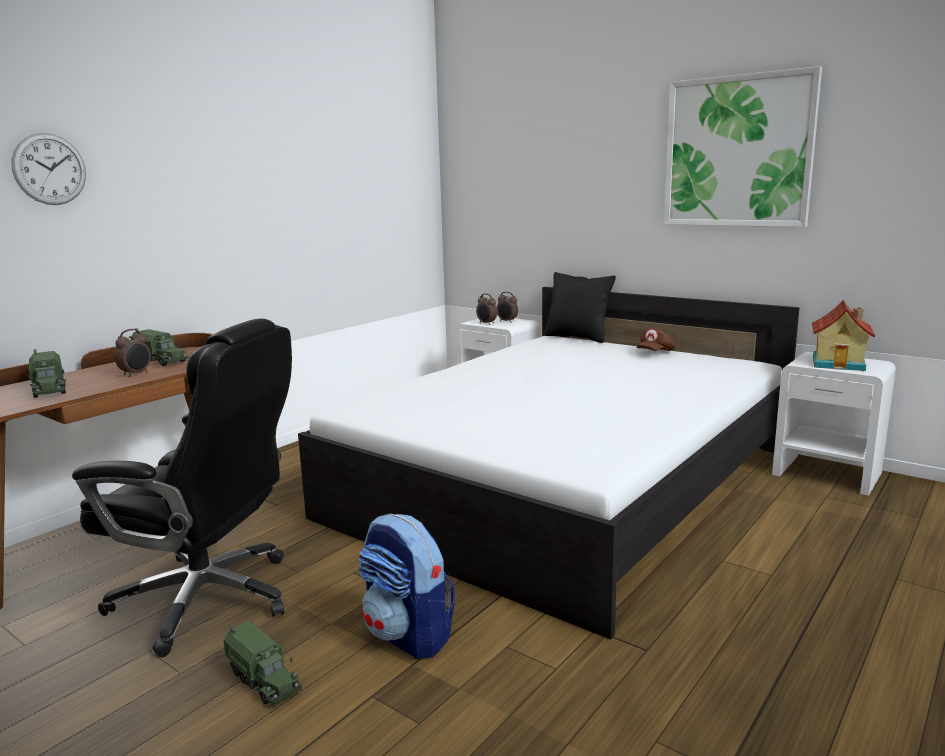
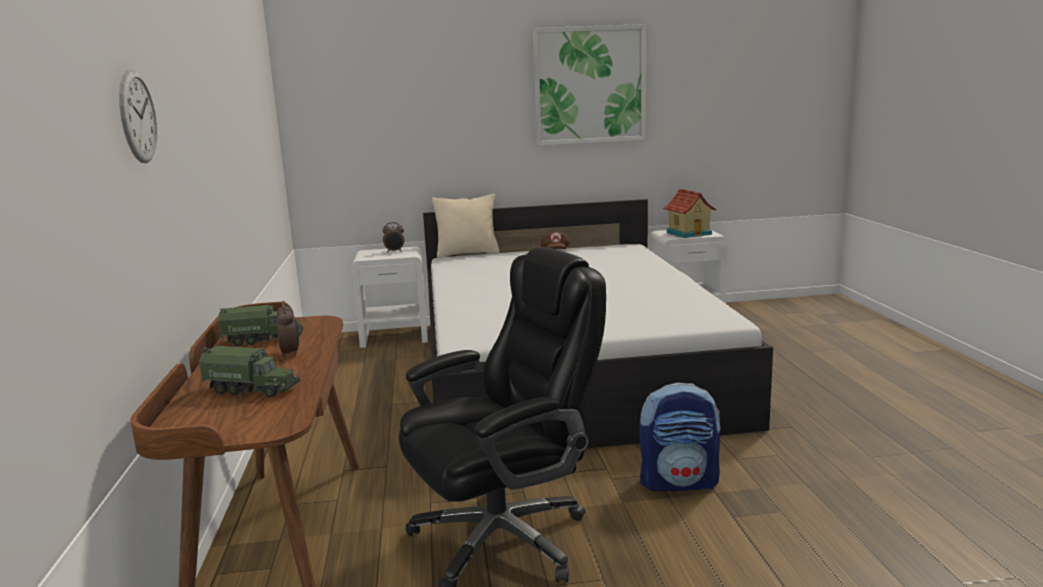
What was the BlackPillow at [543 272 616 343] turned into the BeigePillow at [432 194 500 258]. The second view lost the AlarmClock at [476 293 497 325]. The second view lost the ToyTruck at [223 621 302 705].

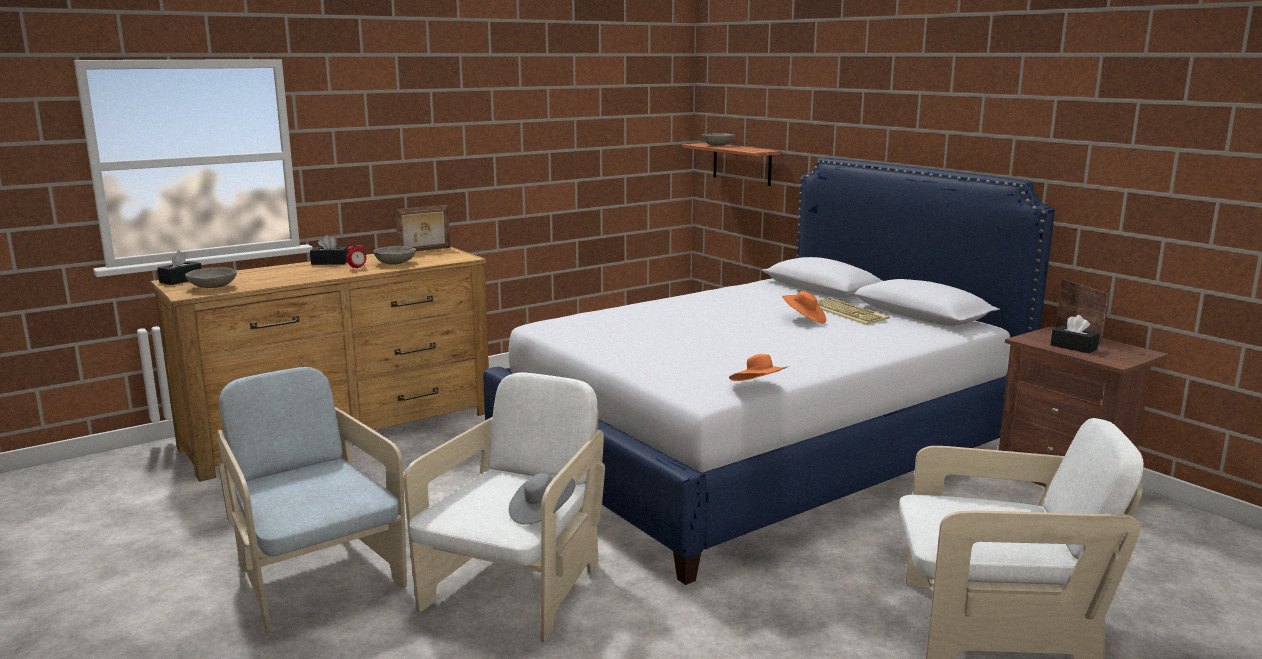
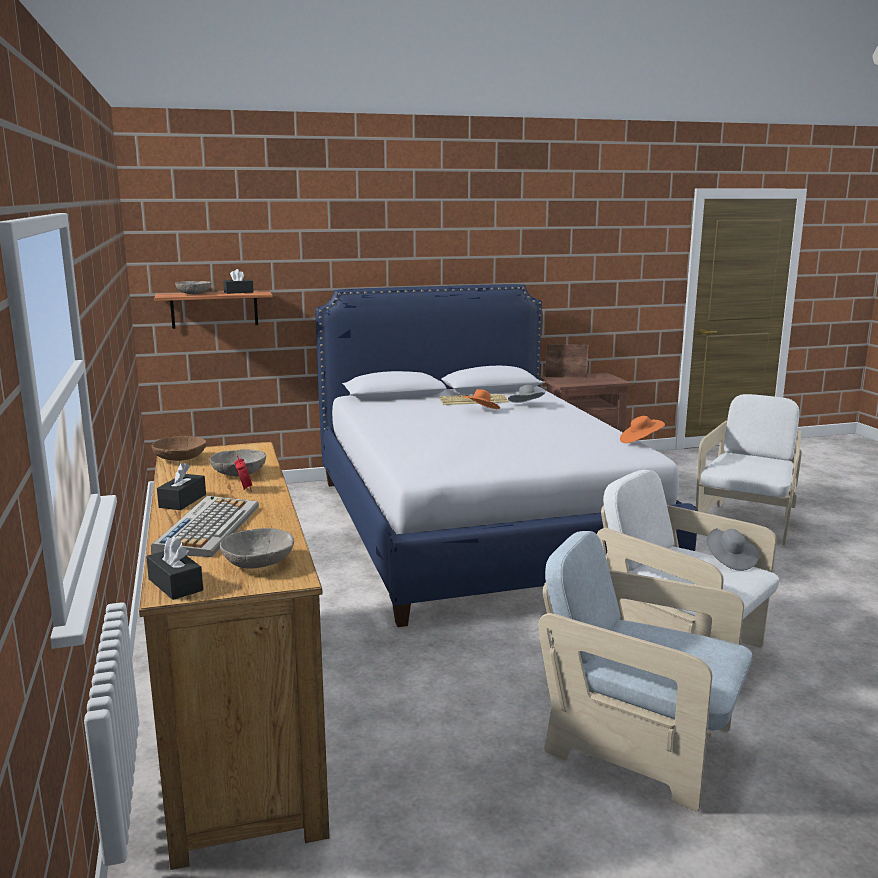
Where the PhotoFrame stood at [395 205 450 251], the BrownColouredServingBowl came to stand at [152 436 207 461]. The BlackBoxOfTissues ended up elsewhere, having gone from [1050 315 1100 353] to [223 269 254 294]. The BeigeLoungeChair at [217 367 407 633] ended up facing another way, 45 degrees clockwise from before. The second view gained the GreyishWearableHat at [508 385 545 403]. The second view gained the ComputerKeyboard at [151 496 259 557].

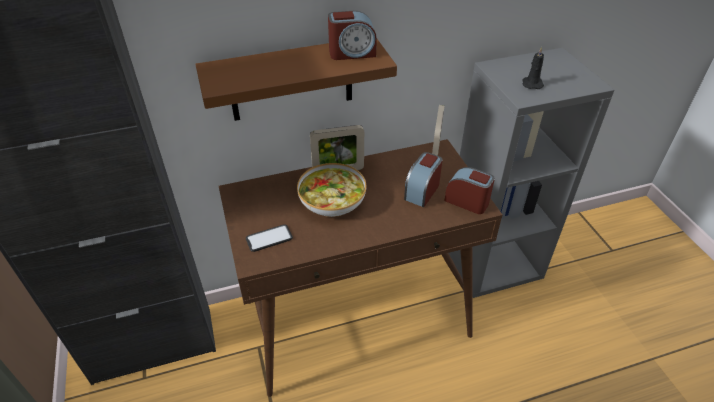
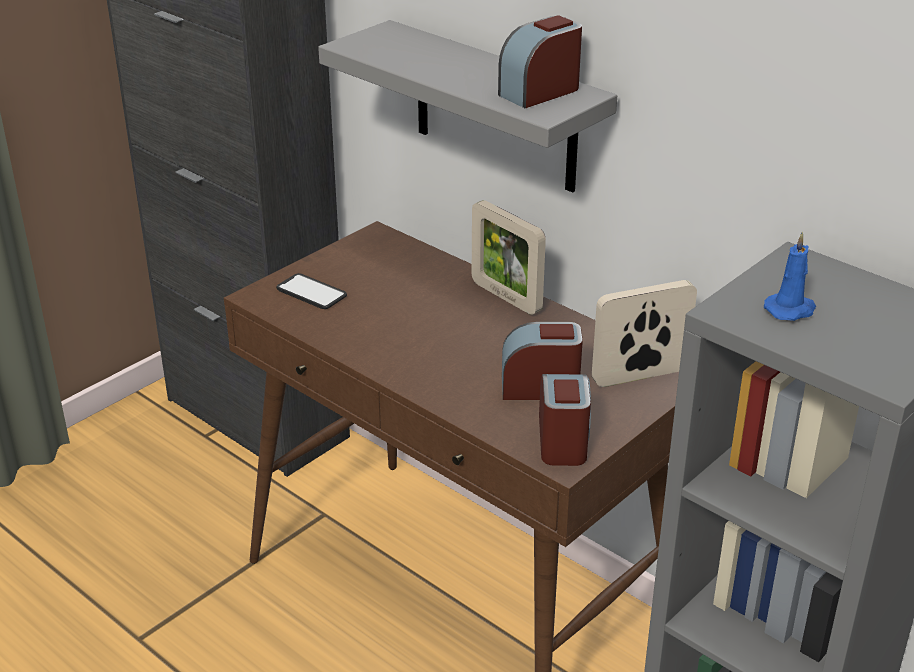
The AlarmClock at [328 11 377 60] ended up facing another way, 90 degrees clockwise from before. What was the BrownColouredWallShelf at [195 39 397 121] turned into the GreyishWallShelf at [318 20 617 193]. What was the BlackWaxCandle at [522 47 544 89] turned into the BluishWaxCandle at [764 232 816 321]. The second view lost the ServingBowl at [297 163 366 217].

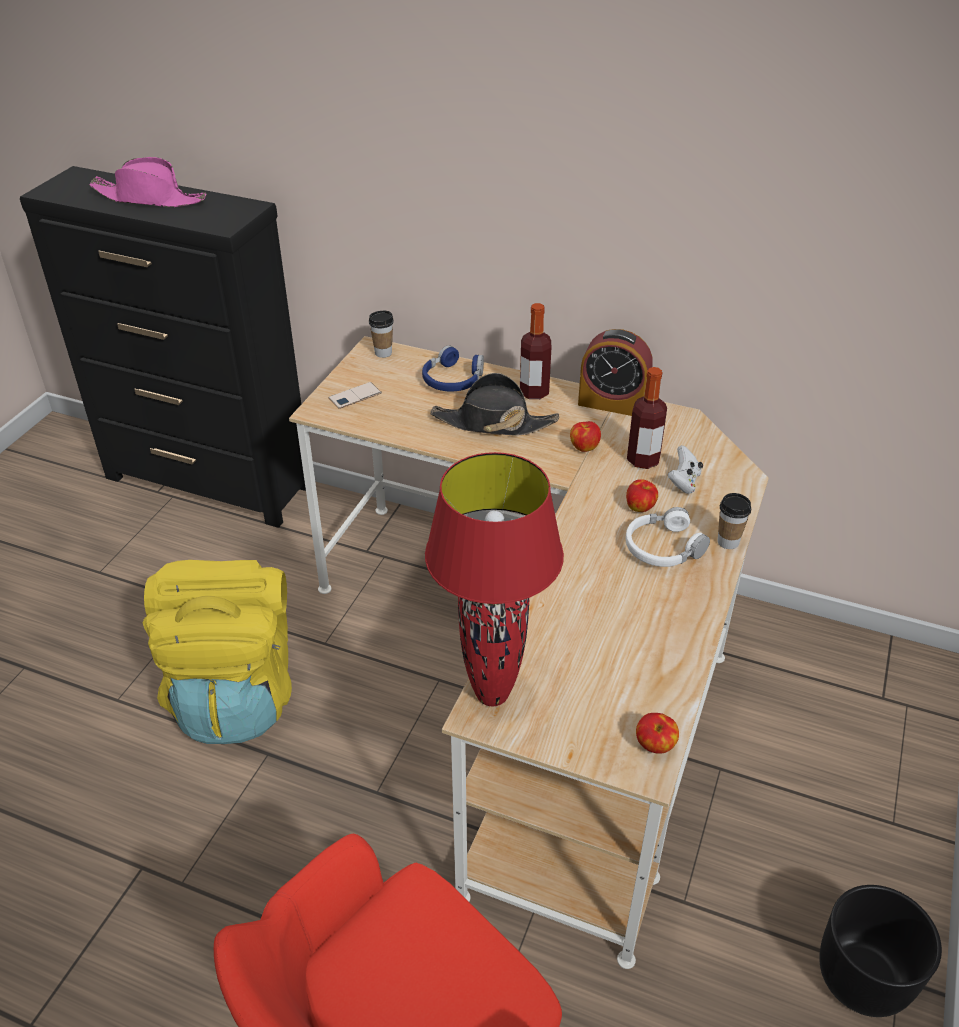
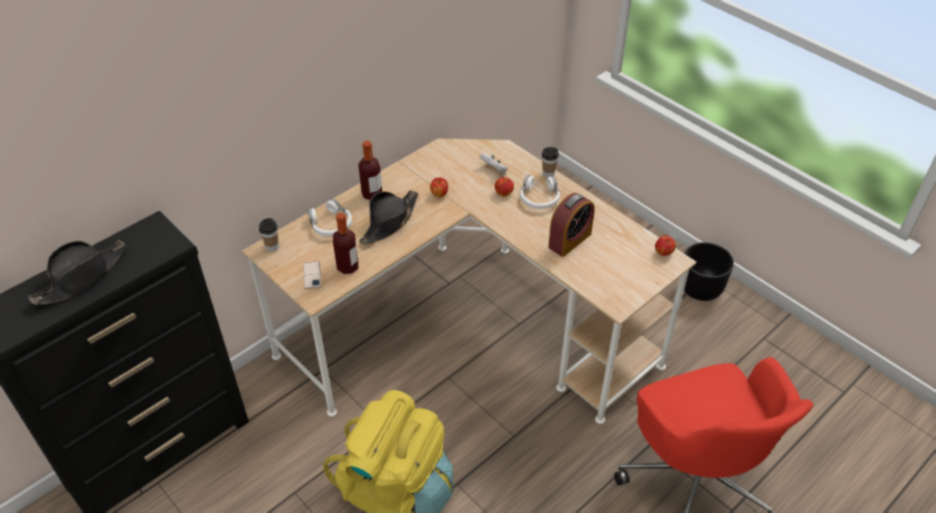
What was the PinkWearableHat at [89 157 207 207] turned into the BlackWearableHat at [28 240 127 305]. The AlarmClock ended up elsewhere, having gone from [578 329 653 416] to [548 193 595 257]. What was the BluishHeadphones at [422 345 484 391] turned into the WhitishHeadphones at [308 199 352 236]. The BeverageBottle ended up elsewhere, having gone from [627 367 667 469] to [333 213 358 274]. The second view lost the RedColouredTabletopLamp at [425 452 564 706].

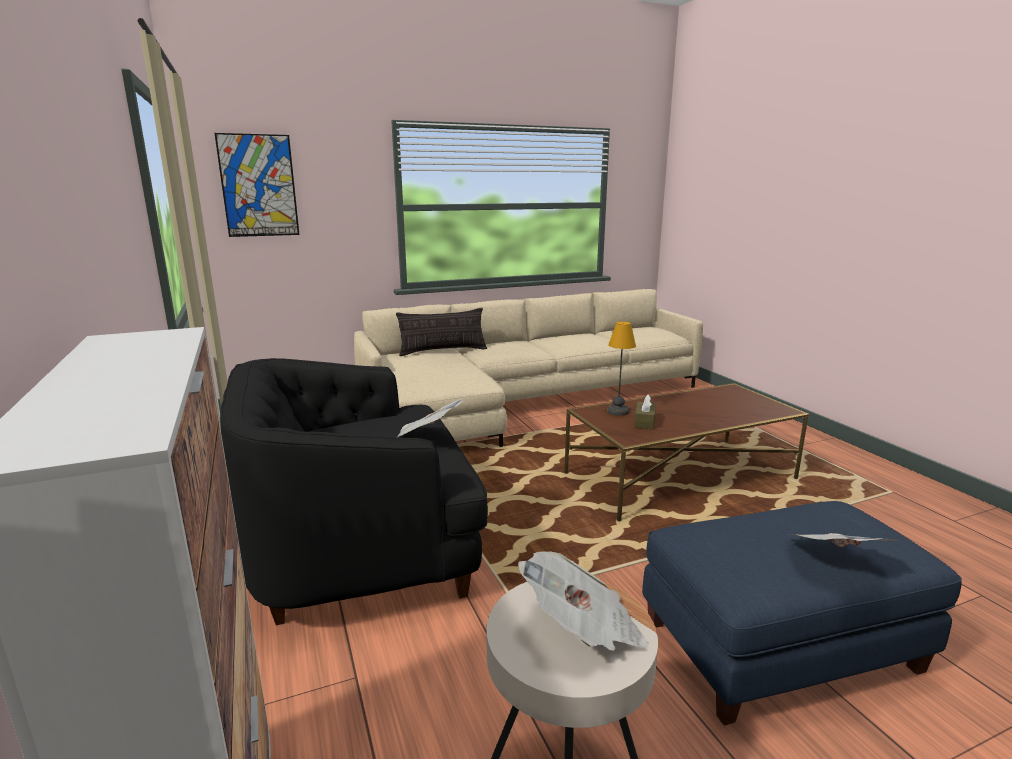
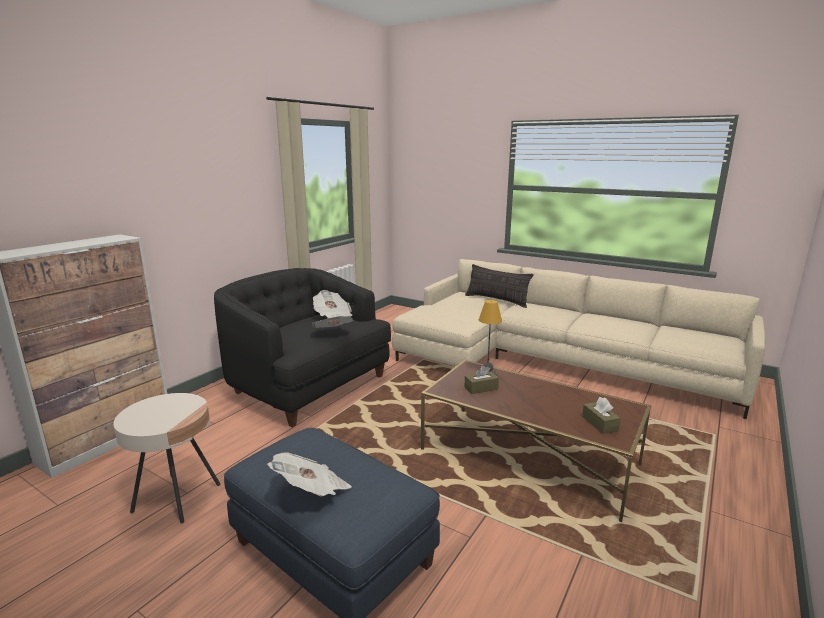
The second view lost the WallArt at [214 133 299 237]. The DailyPaper ended up elsewhere, having gone from [518 551 649 651] to [313 290 352 318]. The second view gained the BrownColouredBoxOfTissues at [582 397 621 434].

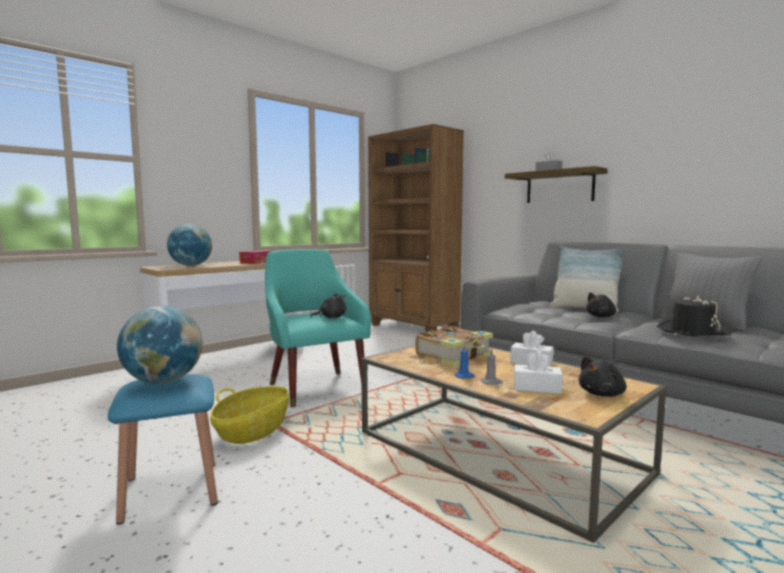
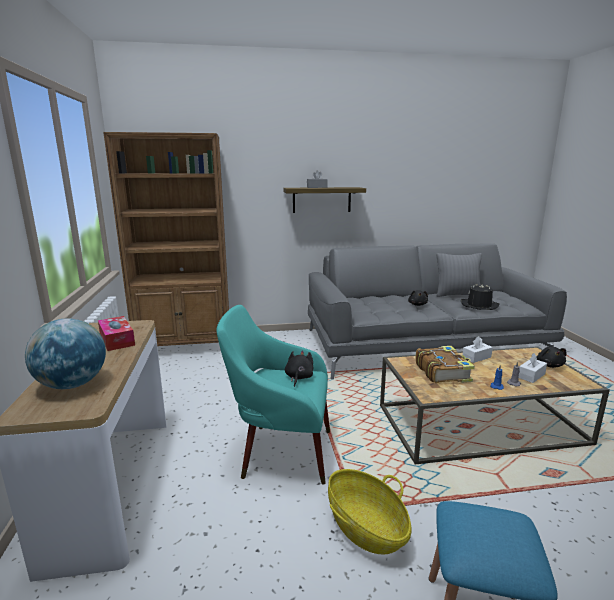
The second view lost the Pillow at [549 246 626 312]. The second view lost the WorldGlobe at [117 306 203 384].

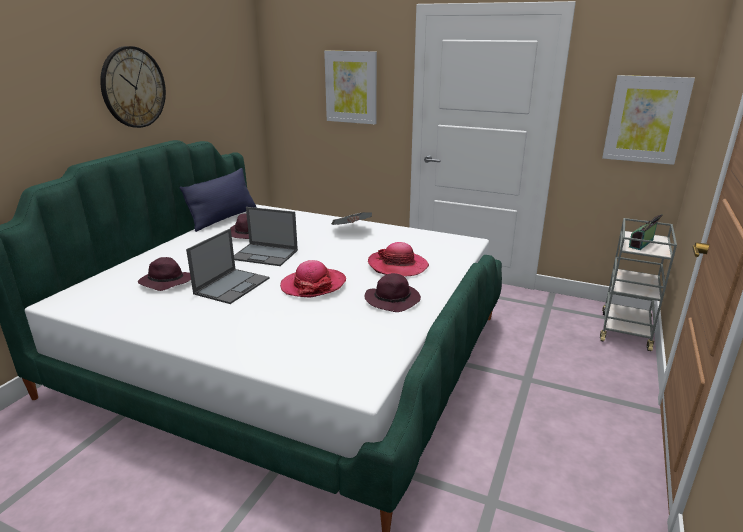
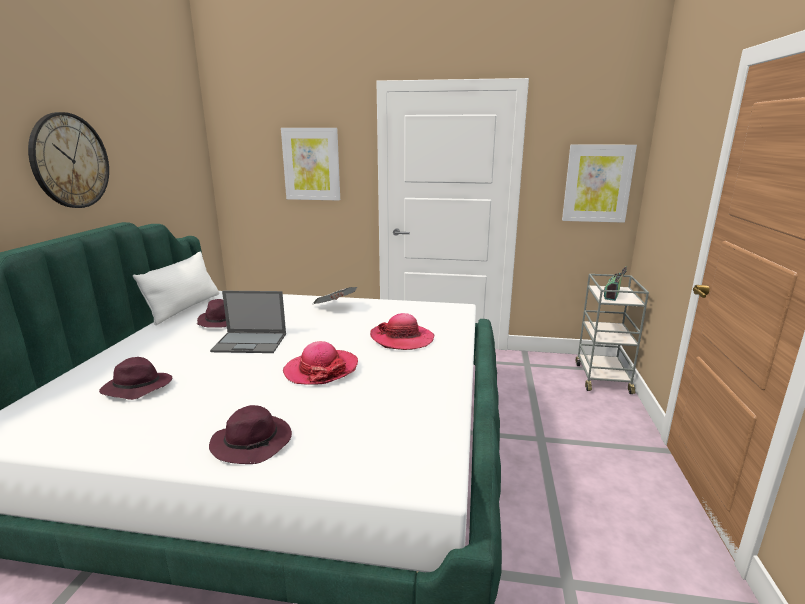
What was the BluishPillow at [180 168 256 232] turned into the WhitishPillow at [133 252 220 325]. The second view lost the Laptop at [186 229 269 304]. The PurplishWearableHat ended up elsewhere, having gone from [364 273 421 312] to [209 405 292 464].

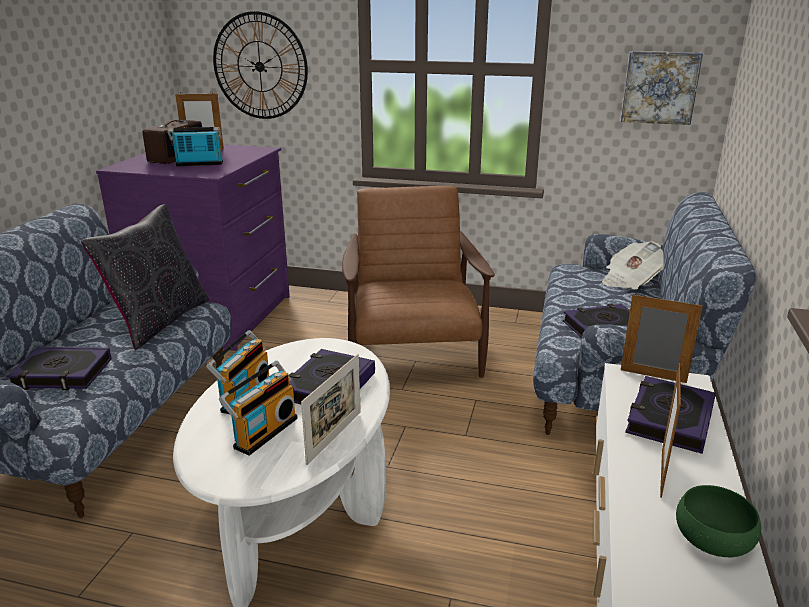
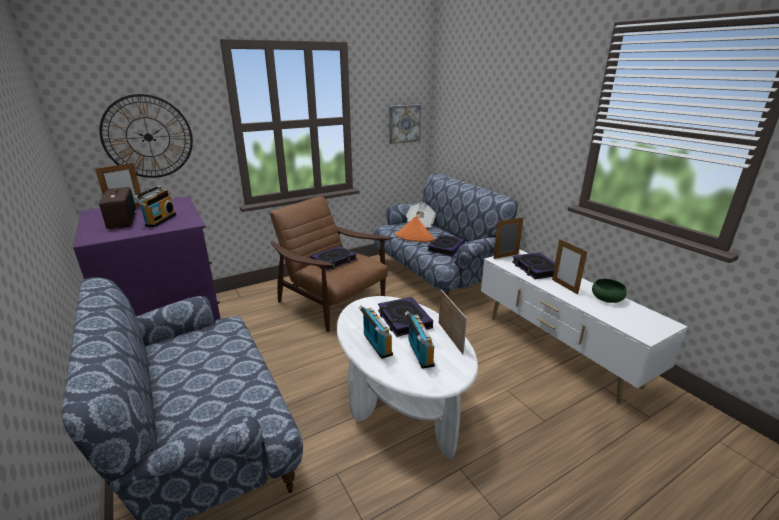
The RadioReceiver at [168 127 223 166] ended up facing another way, 150 degrees clockwise from before. The second view lost the BlackPillow at [81 204 209 350]. The Book ended up elsewhere, having gone from [6 347 112 390] to [310 246 357 271]. The second view gained the OrangeColouredWearableHat at [395 216 435 242].

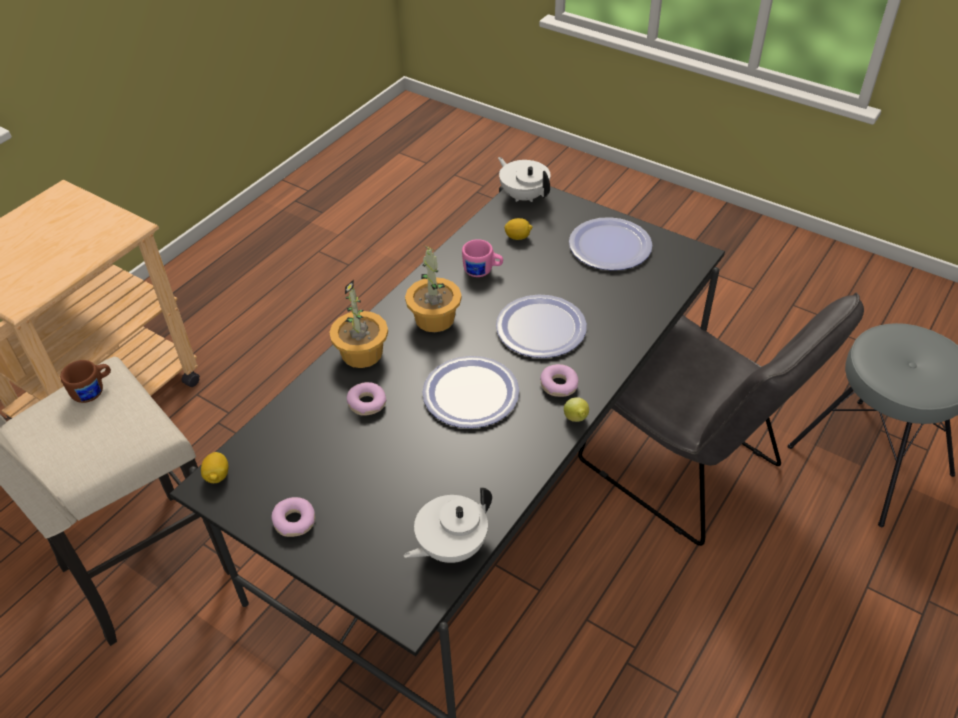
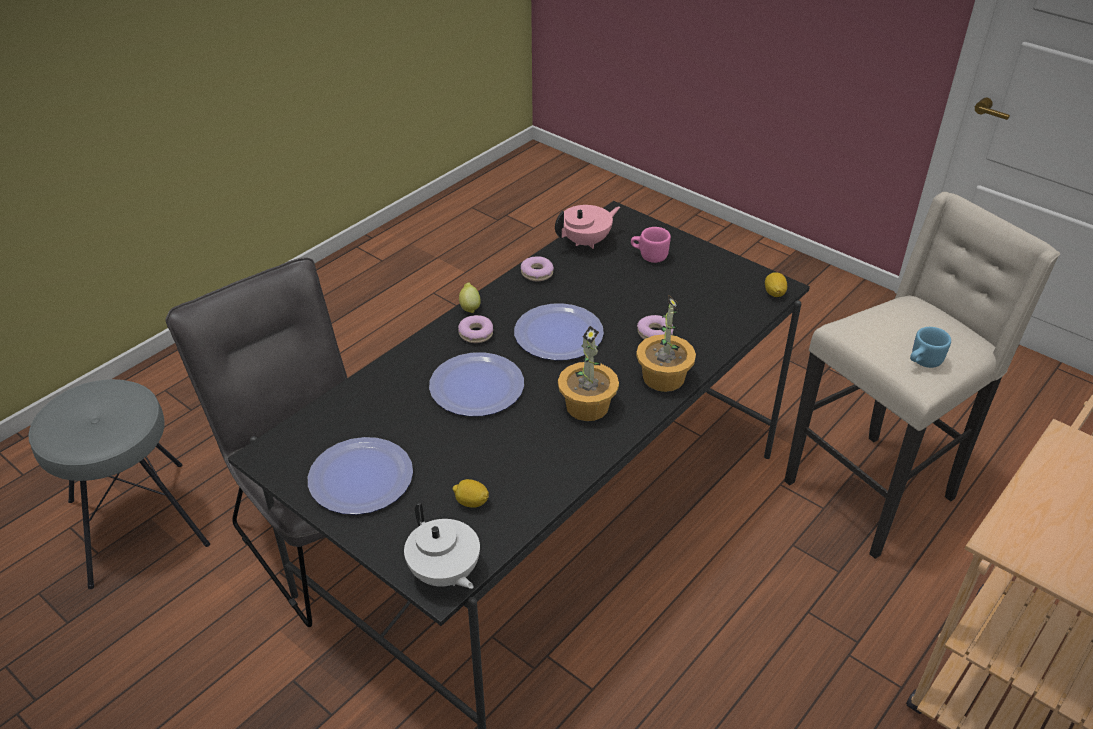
The PinkMug ended up elsewhere, having gone from [462 239 503 277] to [631 227 671 263]. What was the BrownColouredMug at [60 360 111 403] turned into the BluishMug at [910 327 951 368]. What was the WhitishTeaPot at [404 487 492 563] turned into the PinkTeaPot at [555 205 620 249]. The RingDoughnut ended up elsewhere, having gone from [271 497 315 537] to [521 256 554 281].

